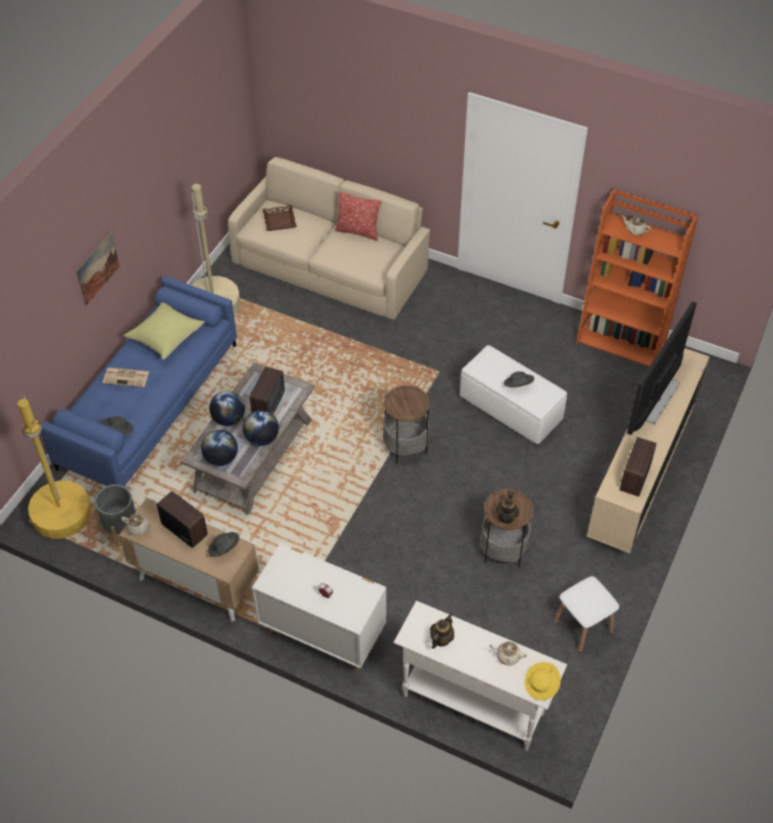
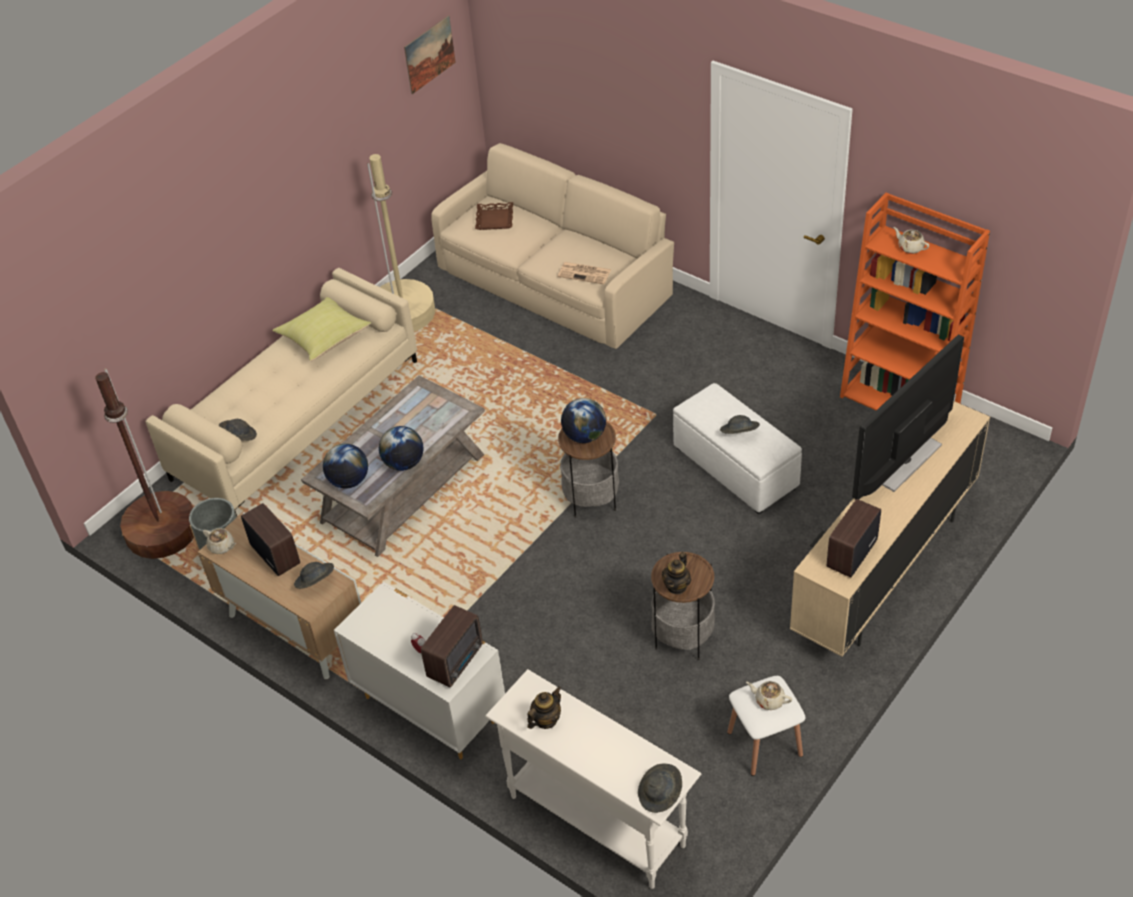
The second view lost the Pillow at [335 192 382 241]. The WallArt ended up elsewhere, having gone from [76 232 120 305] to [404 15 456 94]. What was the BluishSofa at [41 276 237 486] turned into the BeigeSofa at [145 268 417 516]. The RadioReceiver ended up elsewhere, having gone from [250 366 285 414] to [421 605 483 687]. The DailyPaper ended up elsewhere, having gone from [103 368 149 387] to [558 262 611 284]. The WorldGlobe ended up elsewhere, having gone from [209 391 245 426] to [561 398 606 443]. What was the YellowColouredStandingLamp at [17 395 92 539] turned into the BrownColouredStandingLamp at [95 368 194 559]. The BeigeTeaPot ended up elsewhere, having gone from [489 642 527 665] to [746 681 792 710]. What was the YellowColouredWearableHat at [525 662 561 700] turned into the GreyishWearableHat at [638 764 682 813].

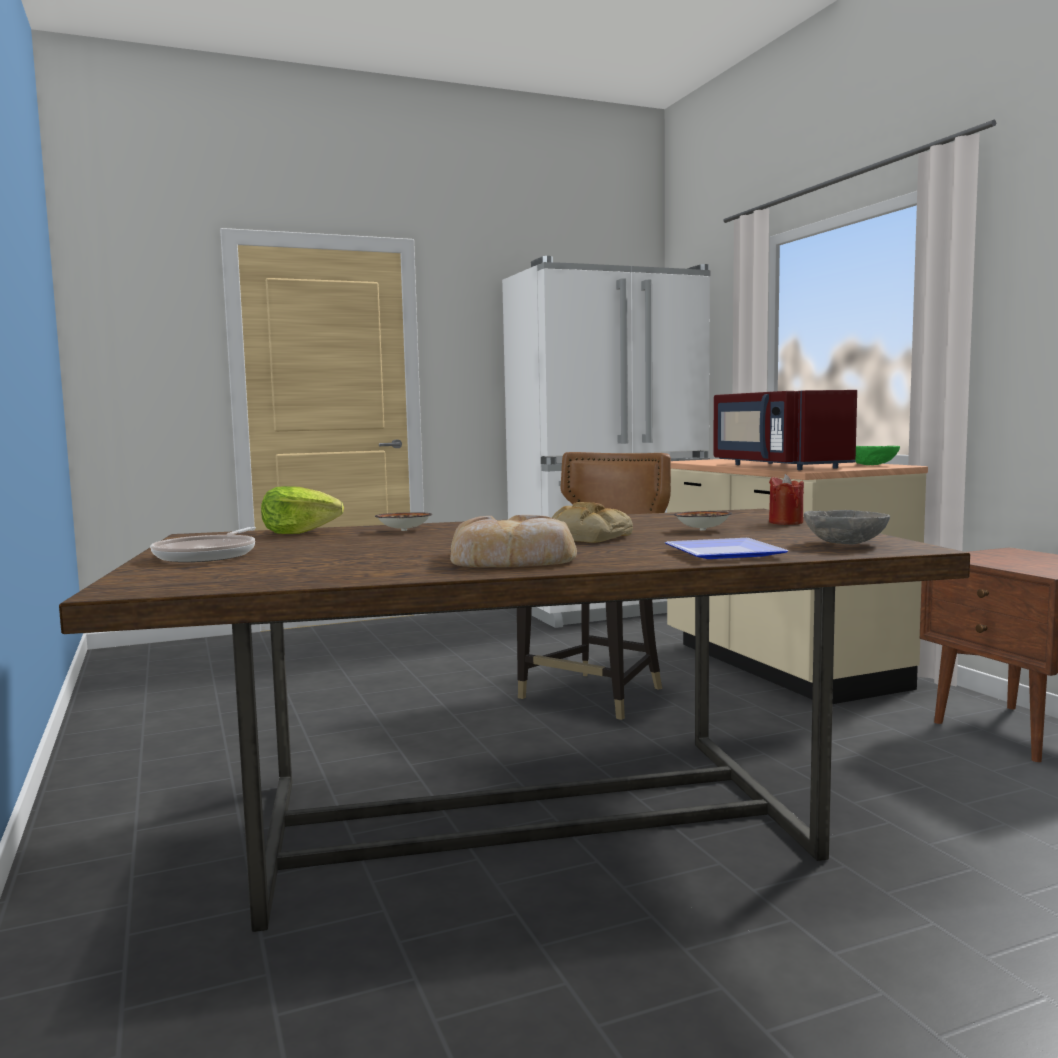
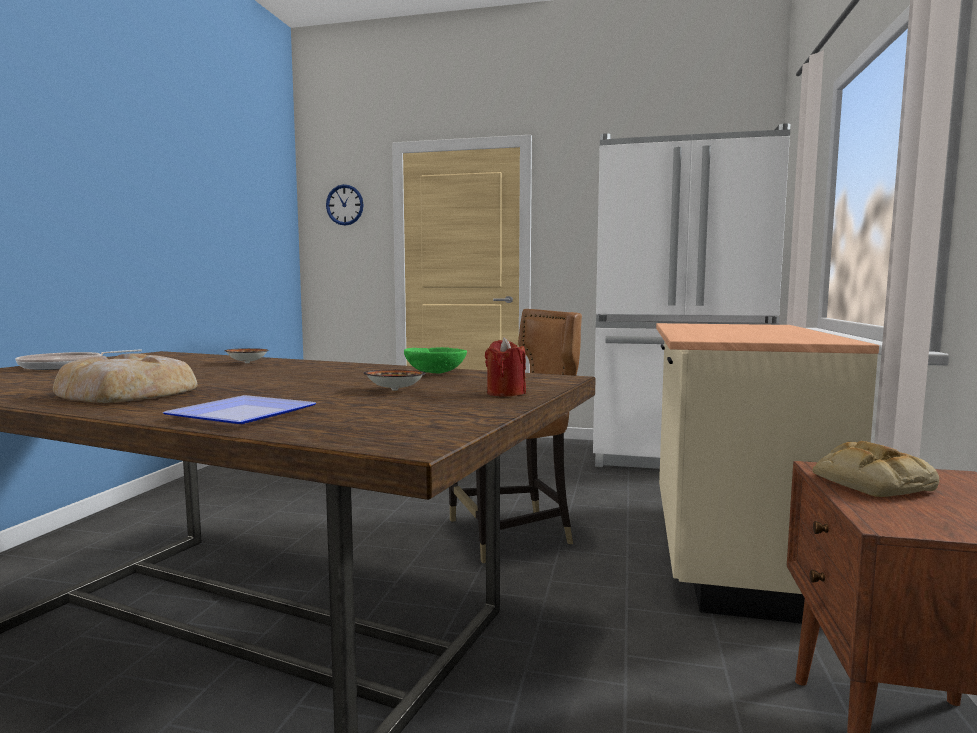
The second view lost the RedColouredMicrowaveOven at [713 390 857 470]. The GreenishServingBowl ended up elsewhere, having gone from [855 446 900 465] to [404 347 467 374]. The second view lost the HeadOfLettuce at [261 486 344 534]. The BakedBread ended up elsewhere, having gone from [552 502 633 543] to [813 441 939 497]. The second view lost the GreyishServingBowl at [804 510 890 544]. The second view gained the HangingClock at [326 184 364 226].

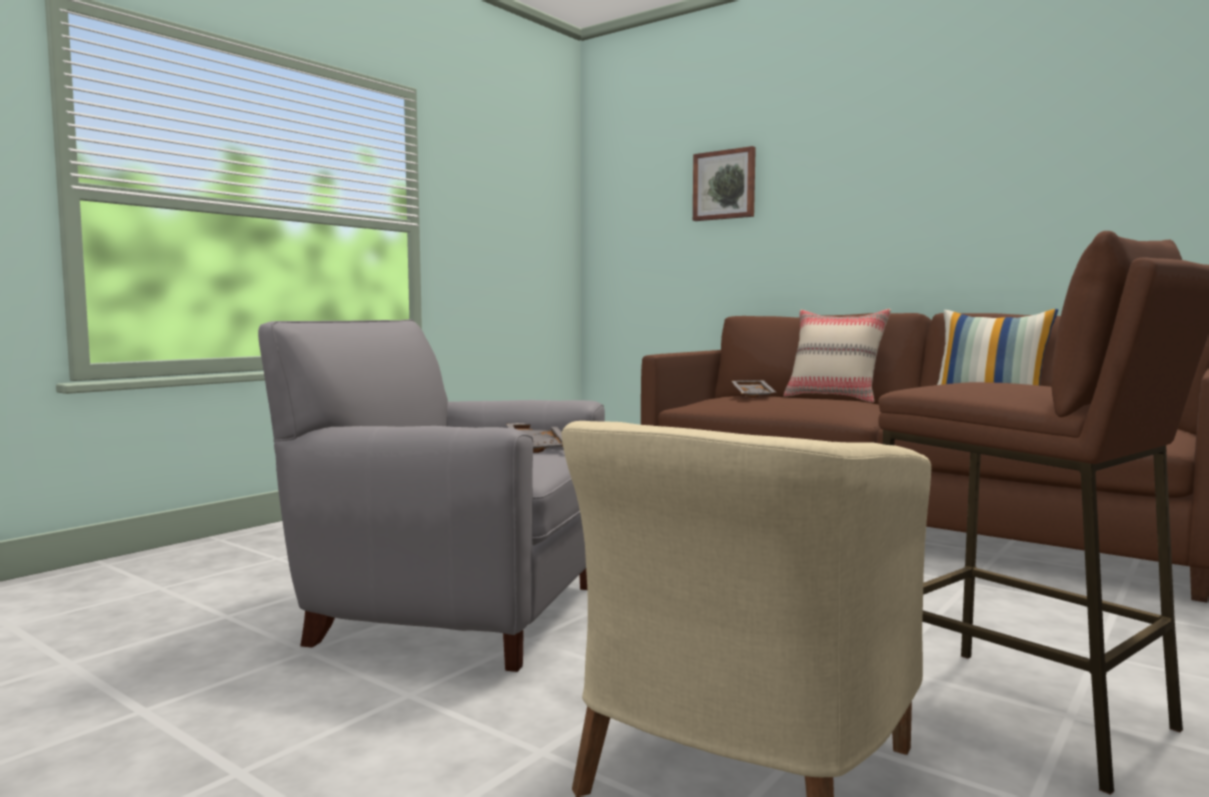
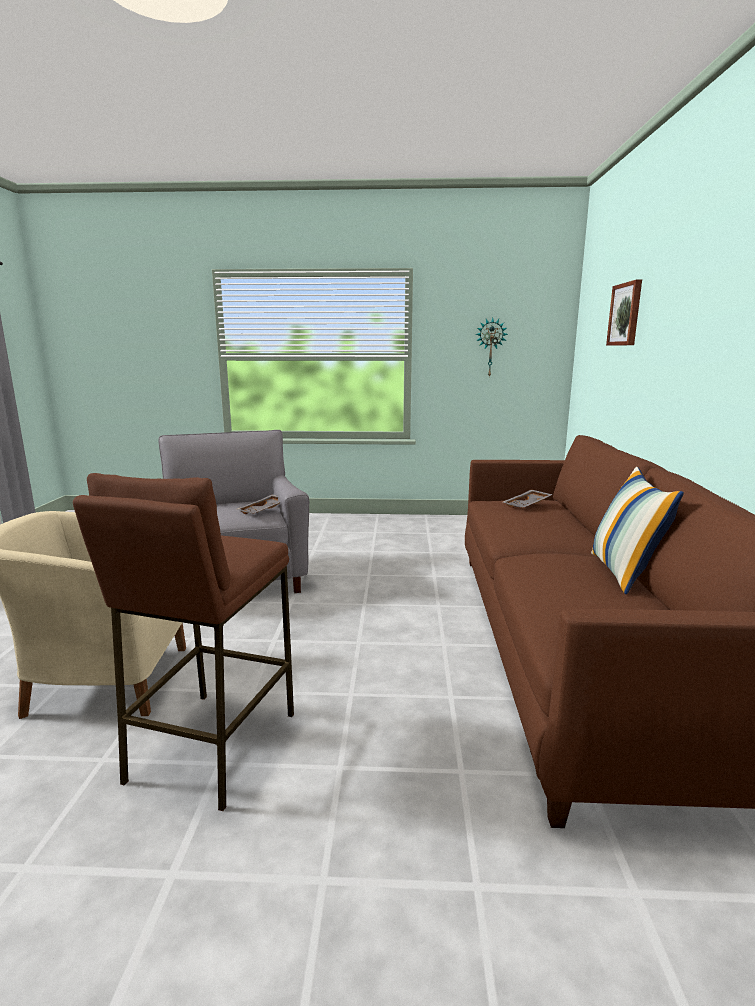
The second view lost the BeigePillow at [783 309 891 403]. The second view gained the HangingClock at [475 318 508 378].

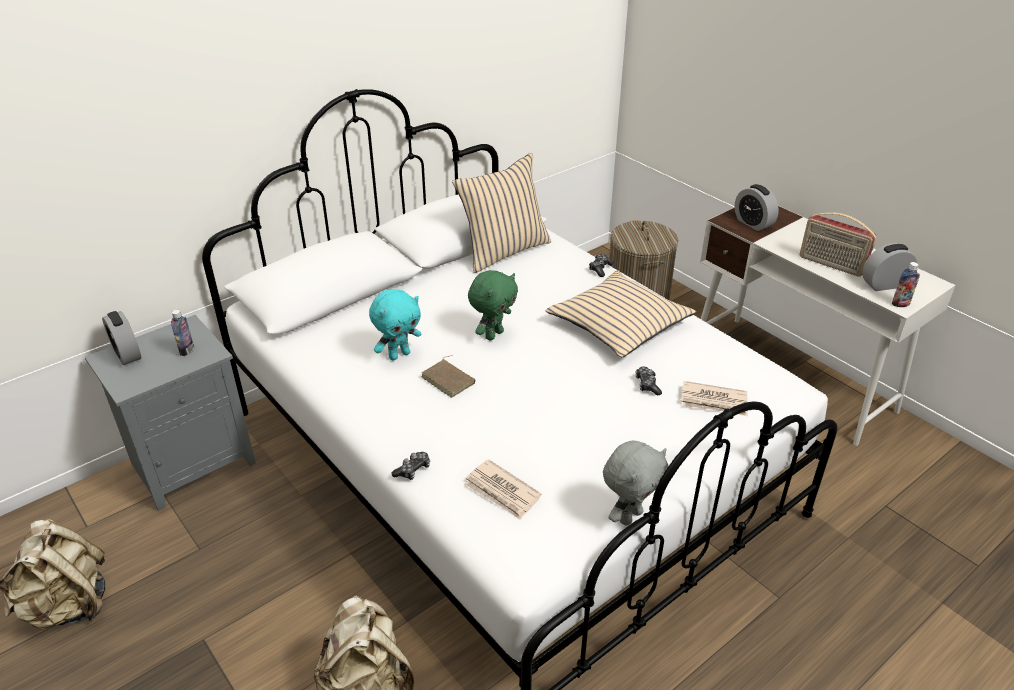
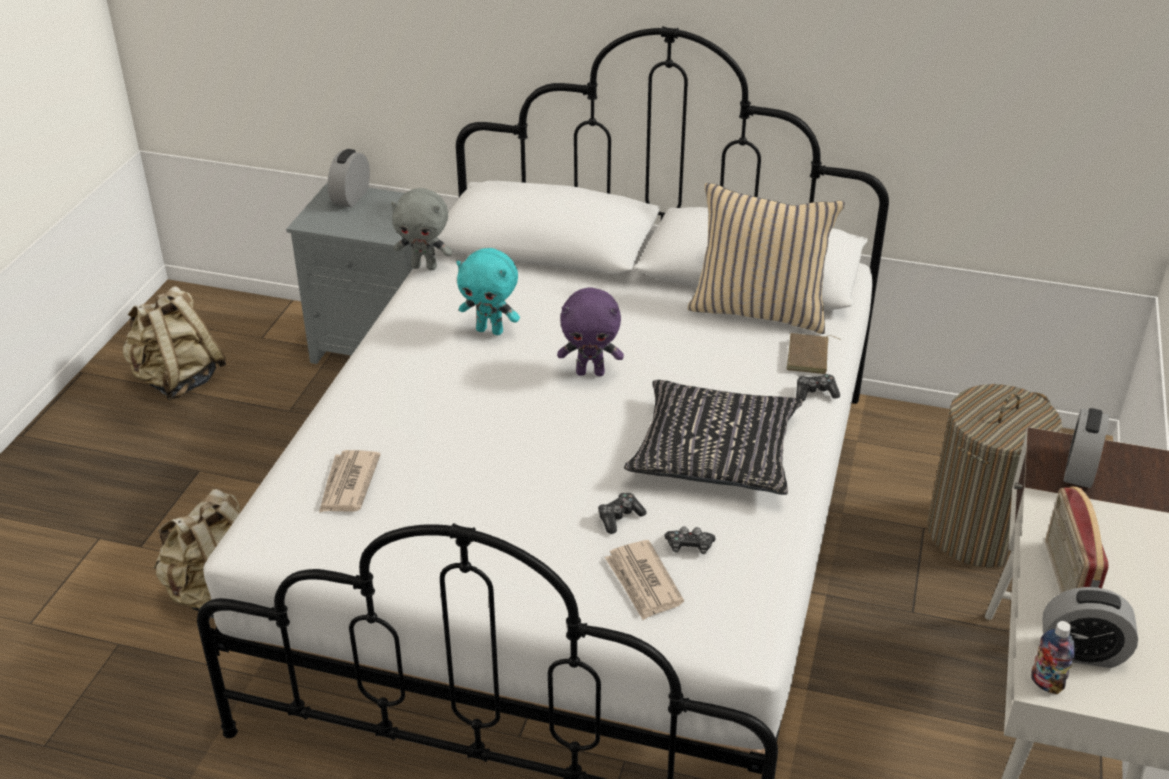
The AlarmClock at [862 243 917 291] ended up facing another way, 150 degrees clockwise from before. What was the GreenishSoftToy at [468 270 518 341] turned into the PurplishSoftToy at [557 287 624 376]. What was the BeigePillow at [545 271 697 357] turned into the BlackPillow at [624 380 803 495]. The second view lost the BeverageBottle at [171 310 194 356]. The BrownColouredBook ended up elsewhere, having gone from [421 356 475 398] to [787 333 841 374]. The GreyishSoftToy ended up elsewhere, having gone from [603 440 669 526] to [391 188 452 270]. The Joypad ended up elsewhere, having gone from [391 452 430 480] to [665 526 716 554].

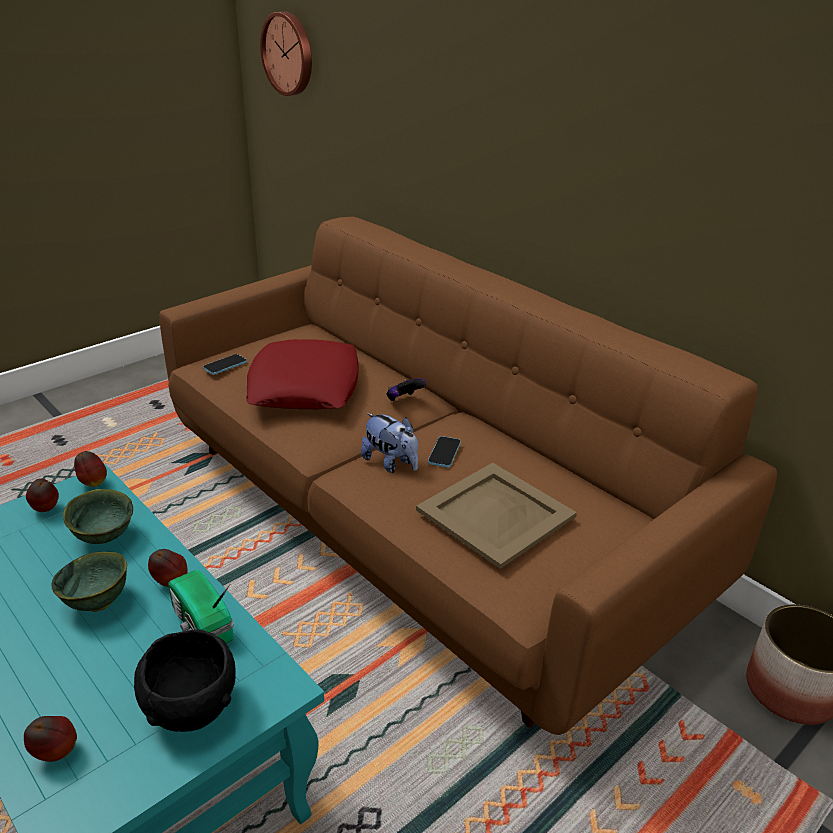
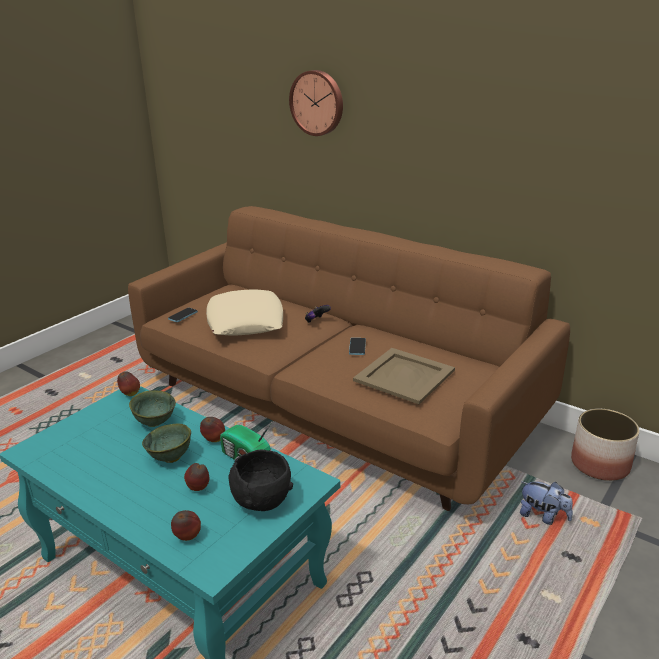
The HangingClock ended up elsewhere, having gone from [260 12 312 96] to [289 70 343 136]. What was the RedColouredPillow at [246 339 359 409] turned into the BeigePillow at [206 289 283 335]. The SoftToy ended up elsewhere, having gone from [361 413 418 473] to [520 481 573 525]. The AppleFruit ended up elsewhere, having gone from [26 478 59 512] to [184 463 209 491].

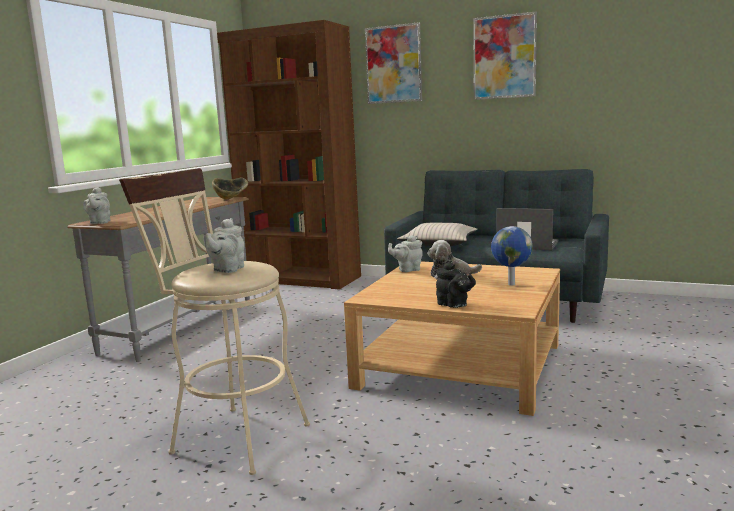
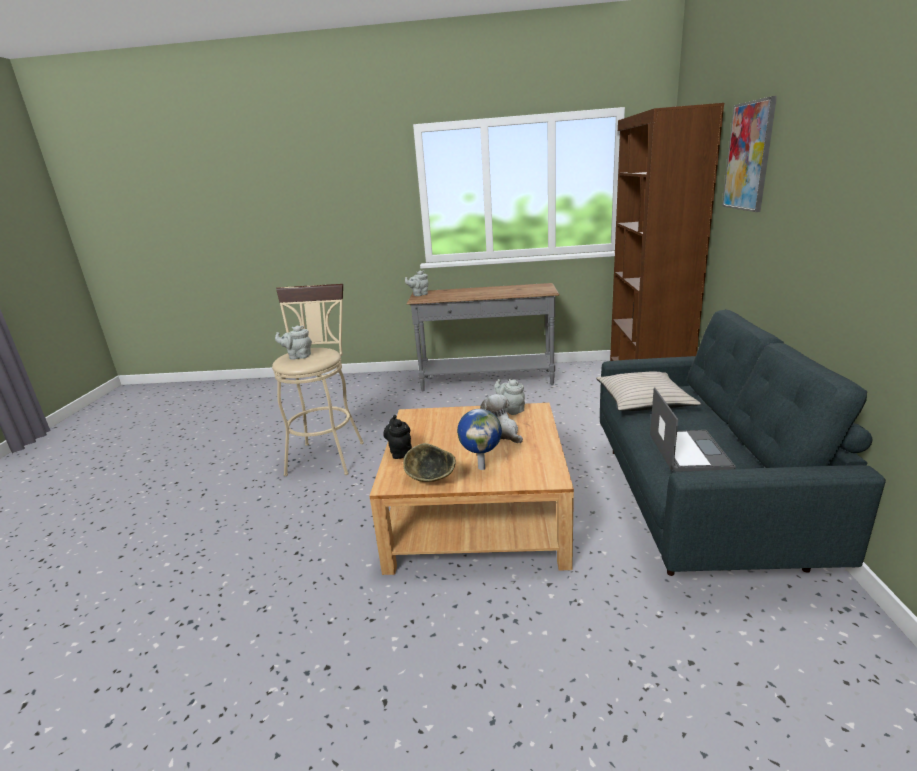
The second view lost the WallArt at [473 11 537 100]. The ServingBowl ended up elsewhere, having gone from [212 177 248 199] to [403 443 456 482]. The BlackTeaPot at [436 262 476 308] ended up facing another way, 135 degrees clockwise from before.

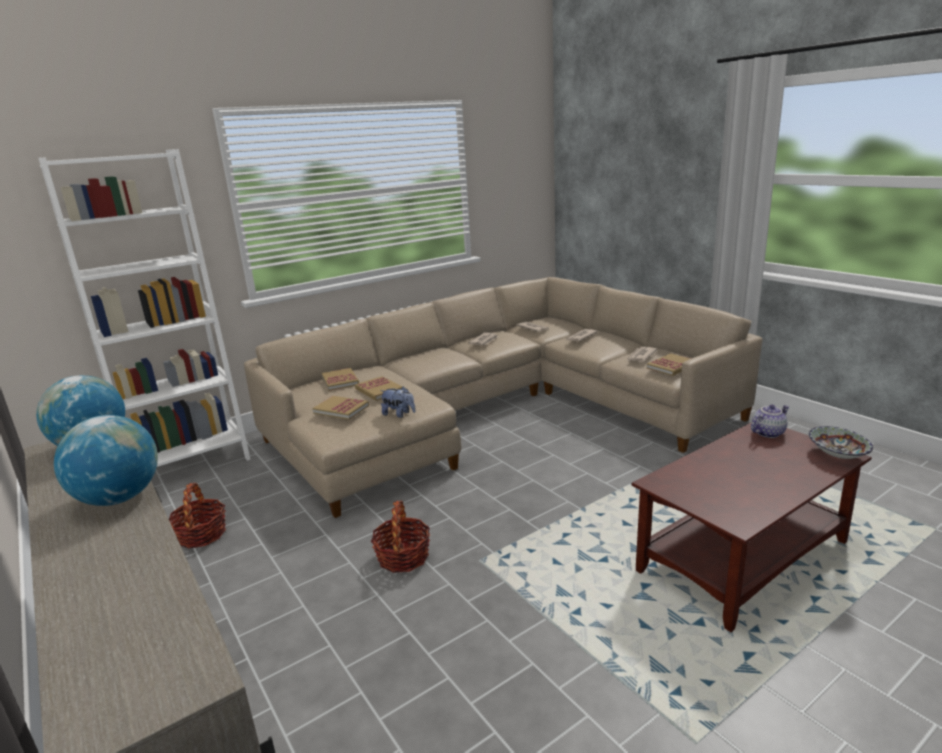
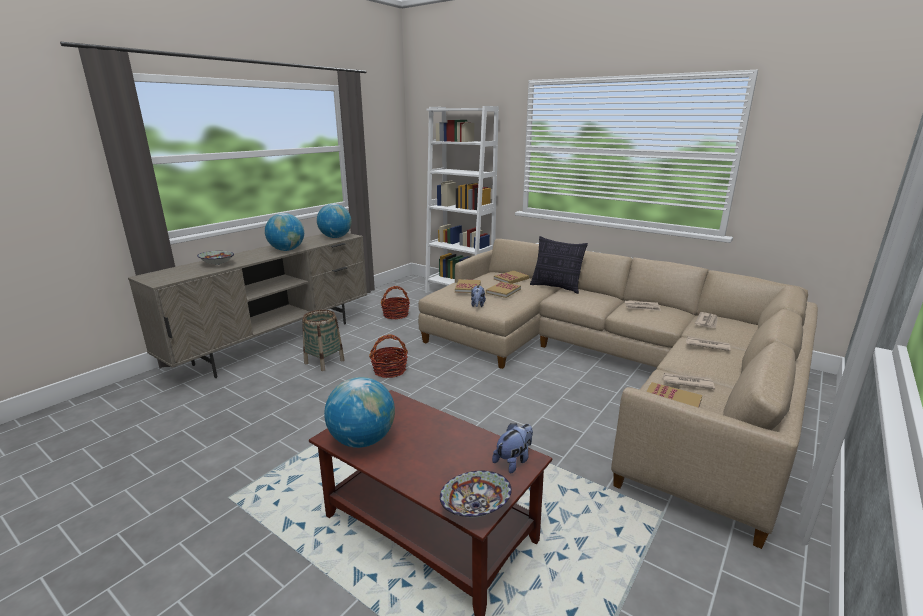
Where the TeaPot stood at [751 404 789 438], the SoftToy came to stand at [492 423 533 474]. The second view gained the Pillow at [530 236 588 294]. The second view gained the ServingBowl at [197 251 234 265]. The second view gained the StorageBasket at [302 310 345 371]. The second view gained the WorldGlobe at [324 377 395 448].

